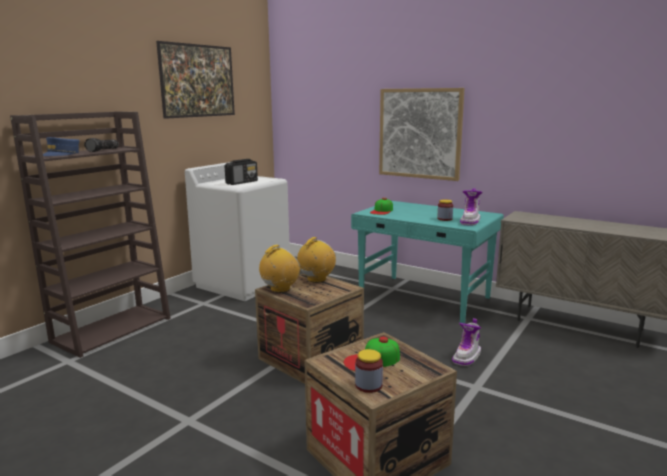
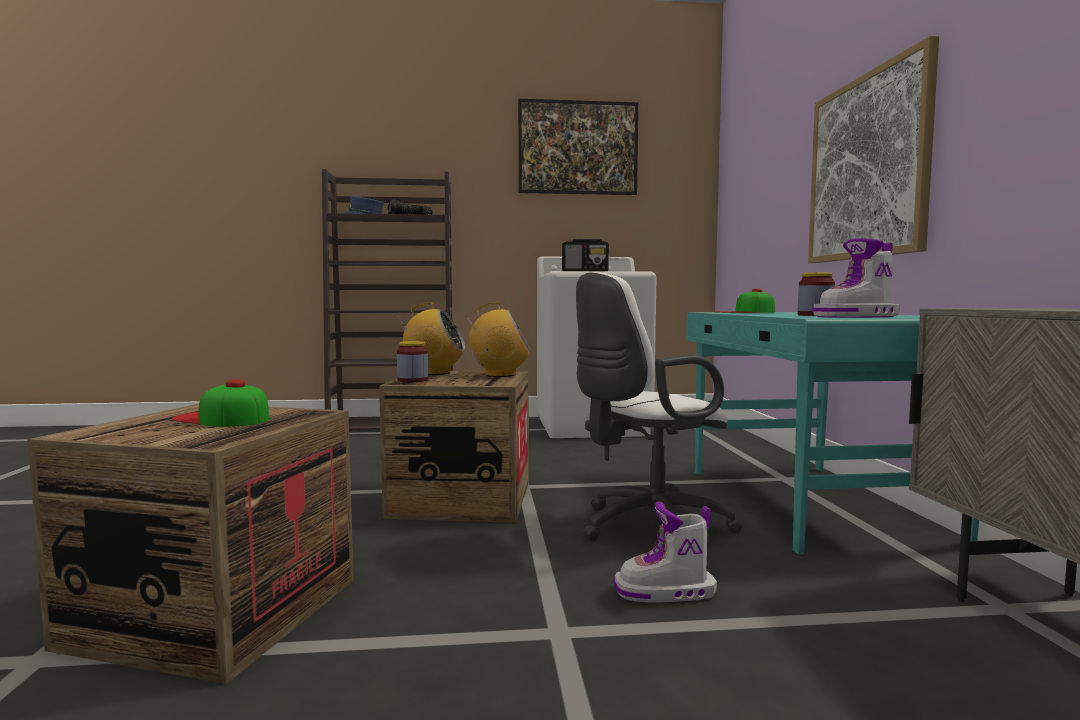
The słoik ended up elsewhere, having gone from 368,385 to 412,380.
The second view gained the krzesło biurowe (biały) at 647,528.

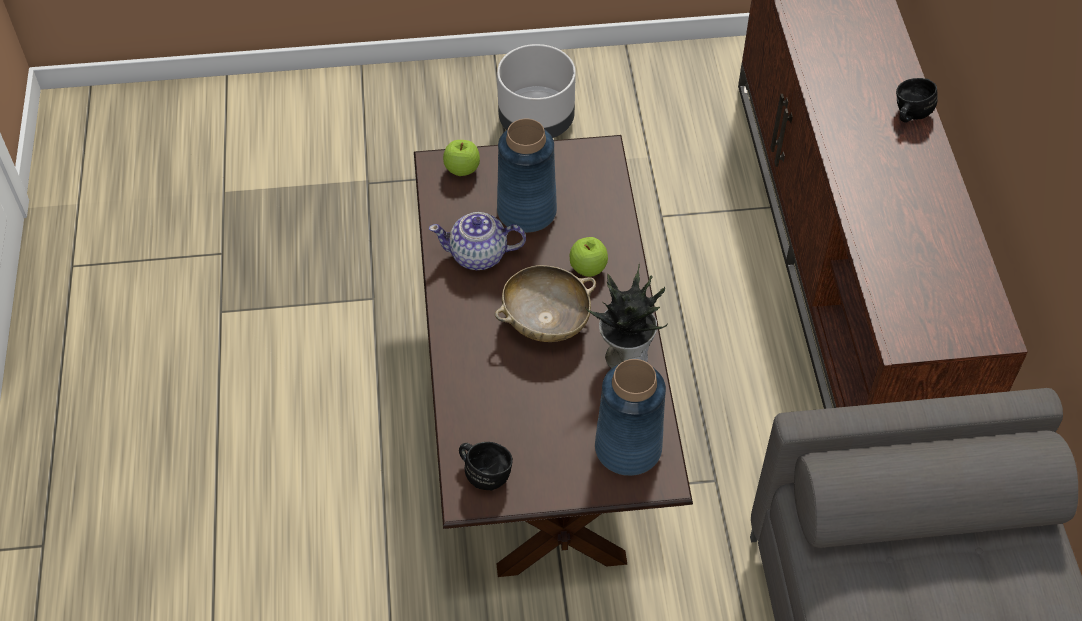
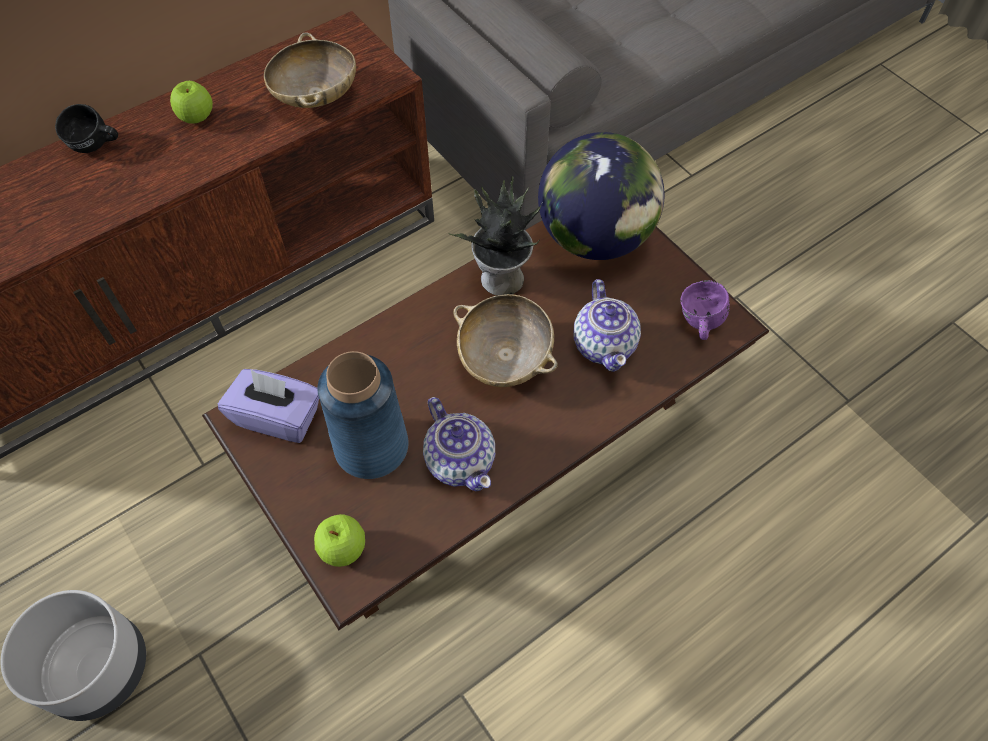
What was the kubek (czarny) at 485,472 turned into the kubek (fioletowy) at 698,324.
The jabłko ended up elsewhere, having gone from 588,269 to 197,117.
Where the wazon (niebieski) stood at 627,448, the globus came to stand at 595,238.
The second view gained the pudełko chusteczek (fioletowy) at 278,417.
The second view gained the miska (beżowy) at 315,96.
The second view gained the imbryk at 604,344.

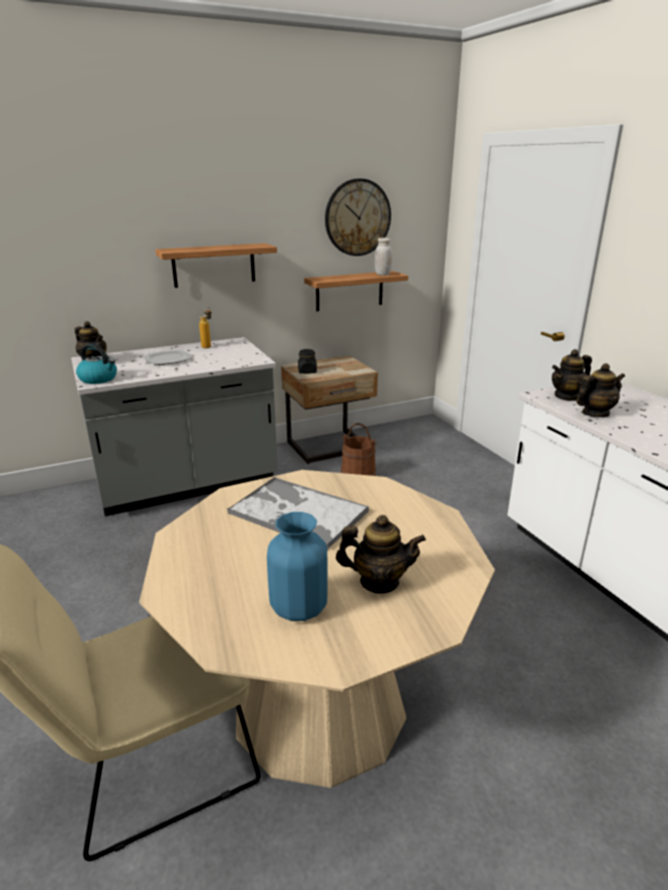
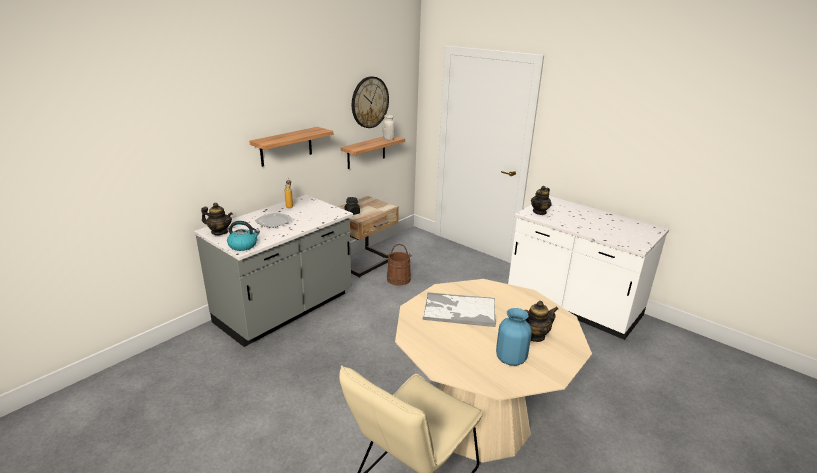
The second view lost the imbryk at 595,413.

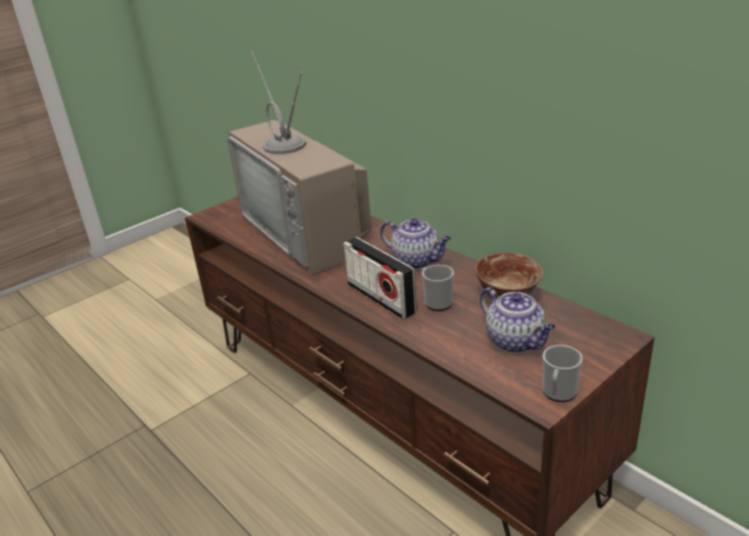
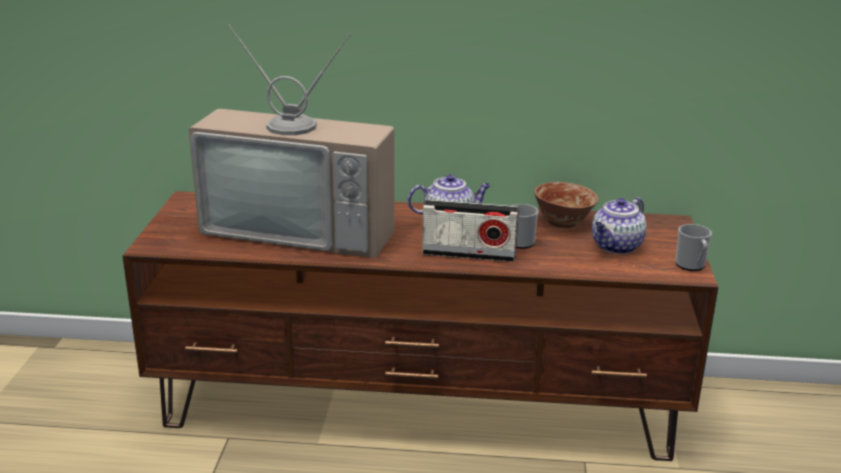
The imbryk at 516,341 ended up facing another way, 120 degrees clockwise from before.

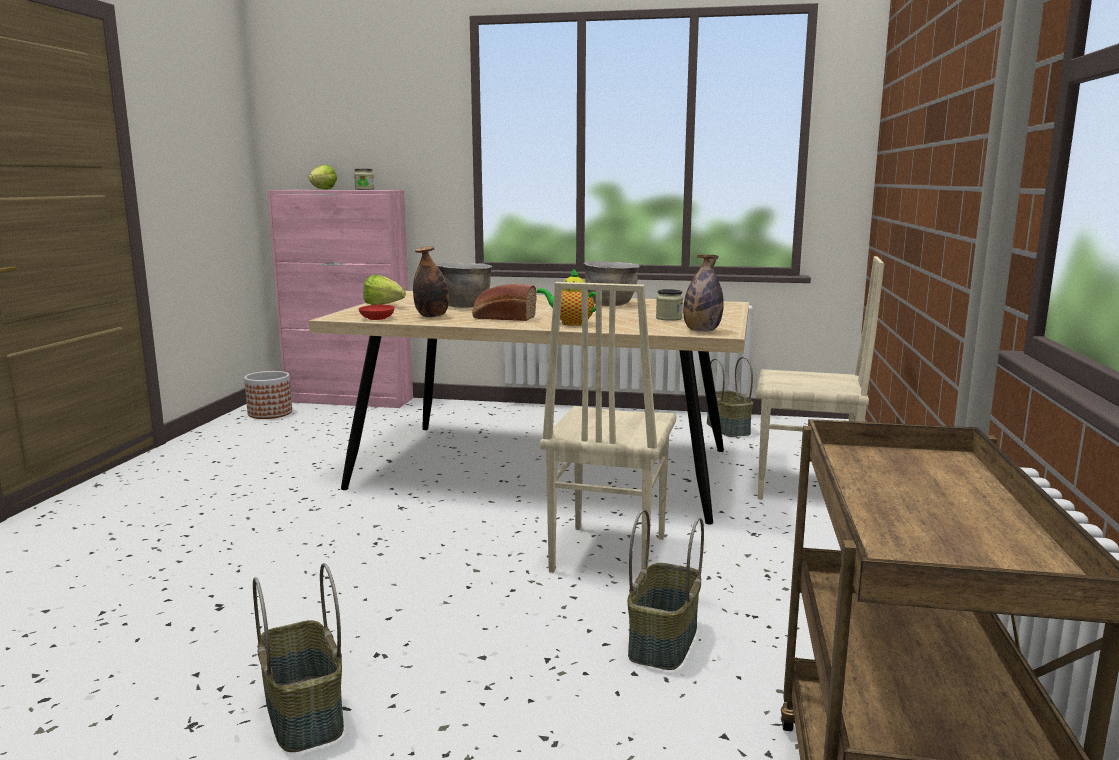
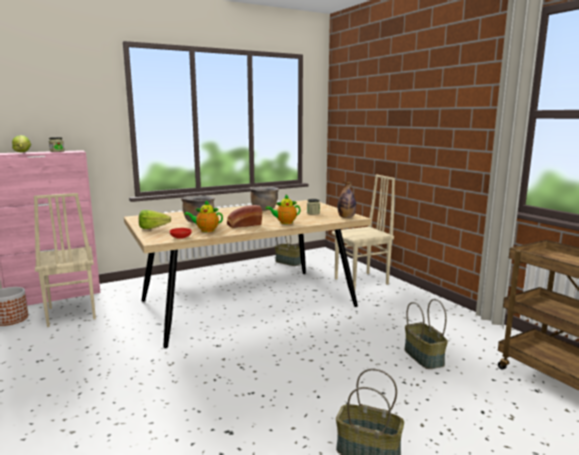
Where the butelka stood at 432,316, the imbryk came to stand at 206,230.
The krzesło (beżowy) ended up elsewhere, having gone from 606,554 to 70,313.

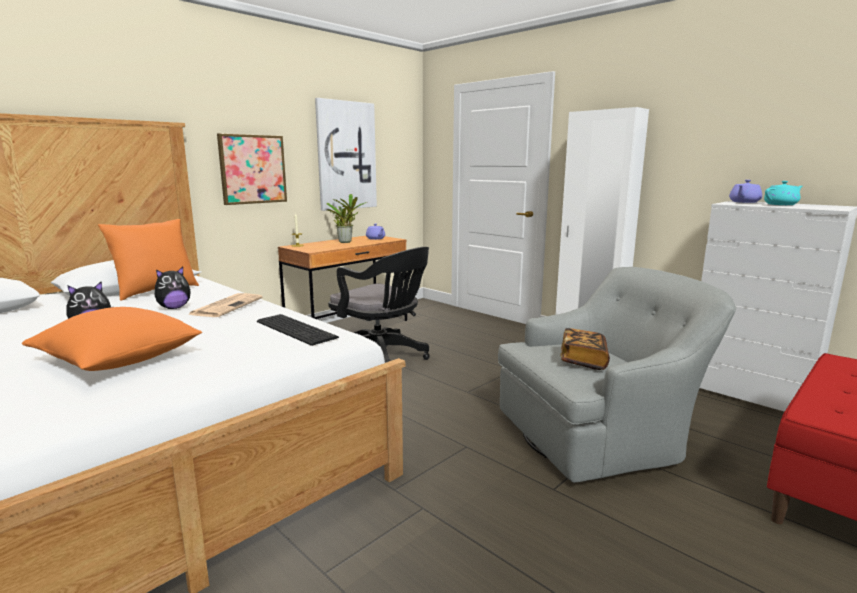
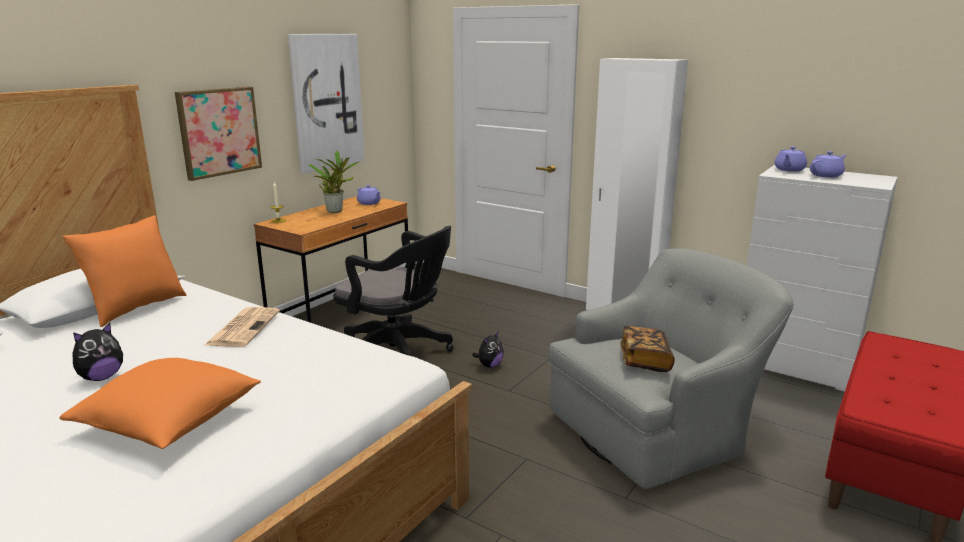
The pluszak ended up elsewhere, having gone from 174,308 to 489,365.
The second view lost the klawiatura at 297,328.
What was the imbryk (turkusowy) at 781,204 turned into the imbryk (fioletowy) at 826,175.

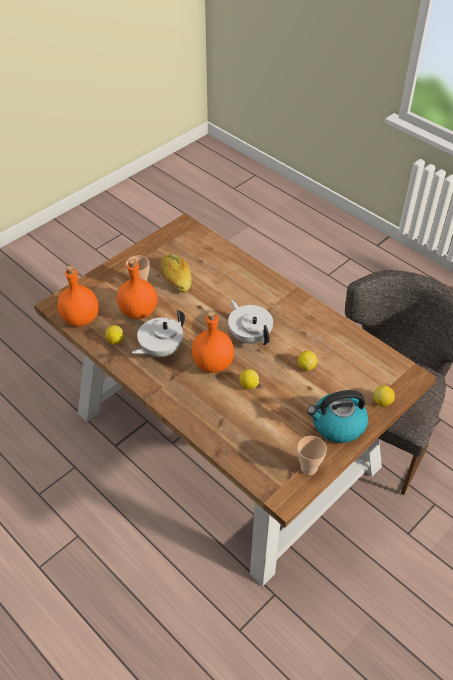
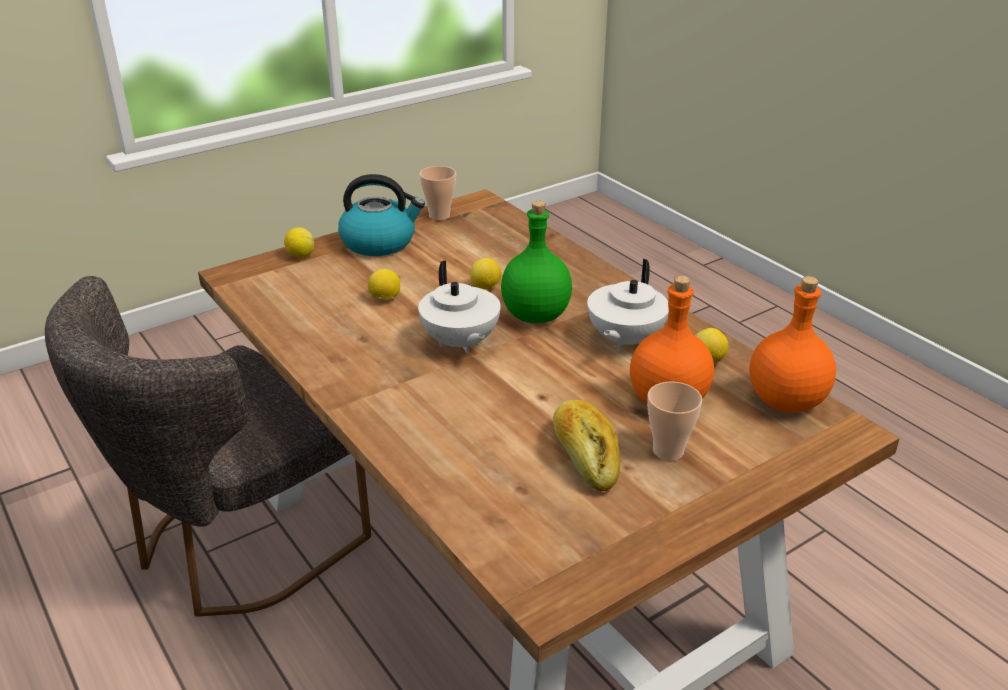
The imbryk (biały) at 160,350 ended up facing another way, 150 degrees clockwise from before.
What was the butelka (pomarańczowy) at 212,363 turned into the butelka (zielony) at 537,315.

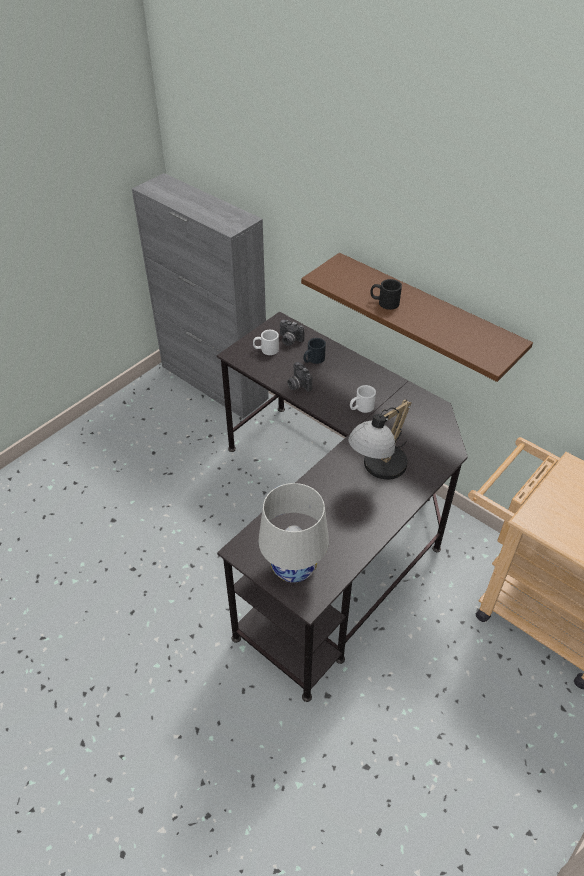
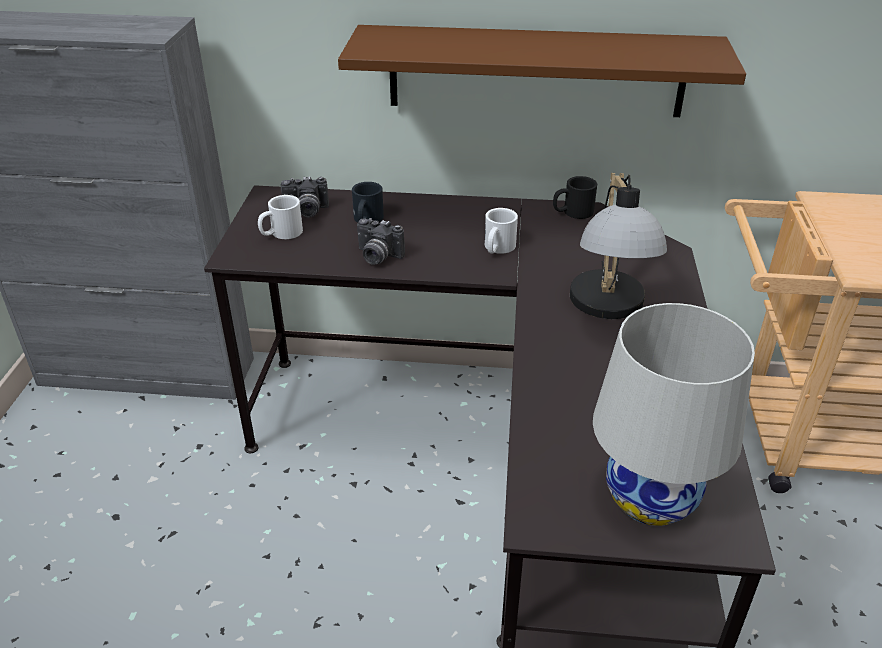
The kubek (czarny) ended up elsewhere, having gone from 384,302 to 572,212.

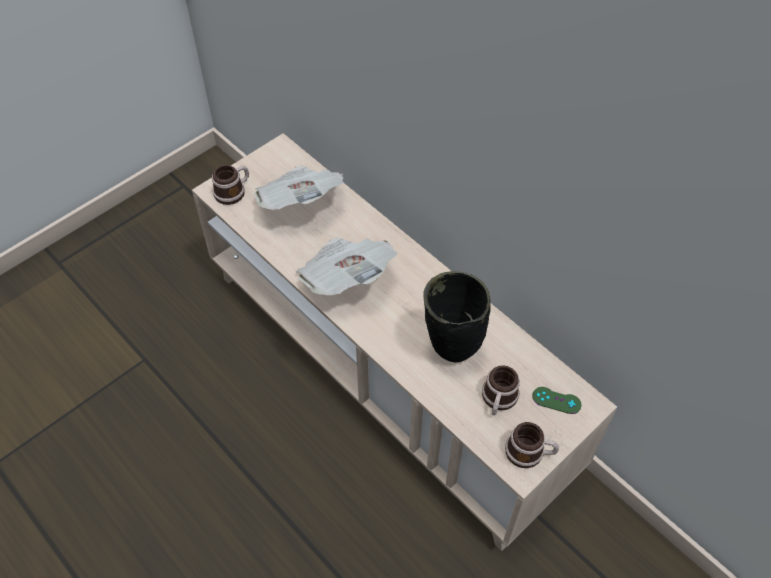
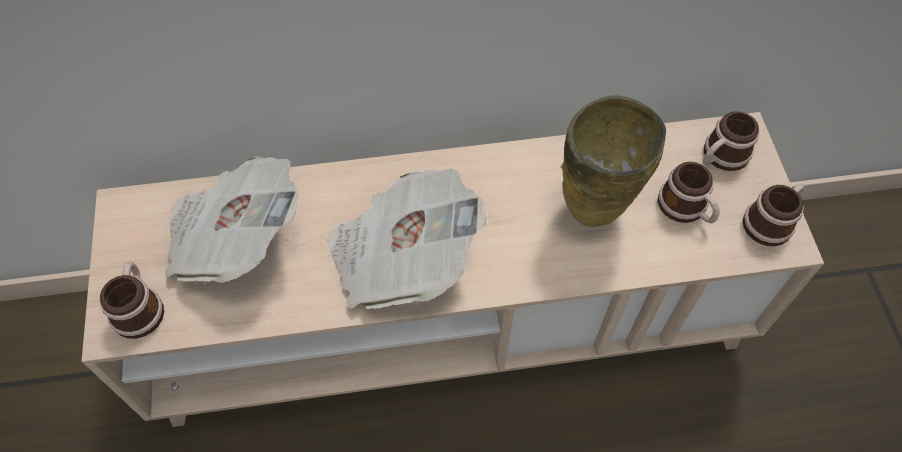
What was the wazon (czarny) at 450,352 turned into the wazon (beżowy) at 591,214.
Where the pad do gier (zielony) stood at 556,400, the kubek came to stand at 720,157.

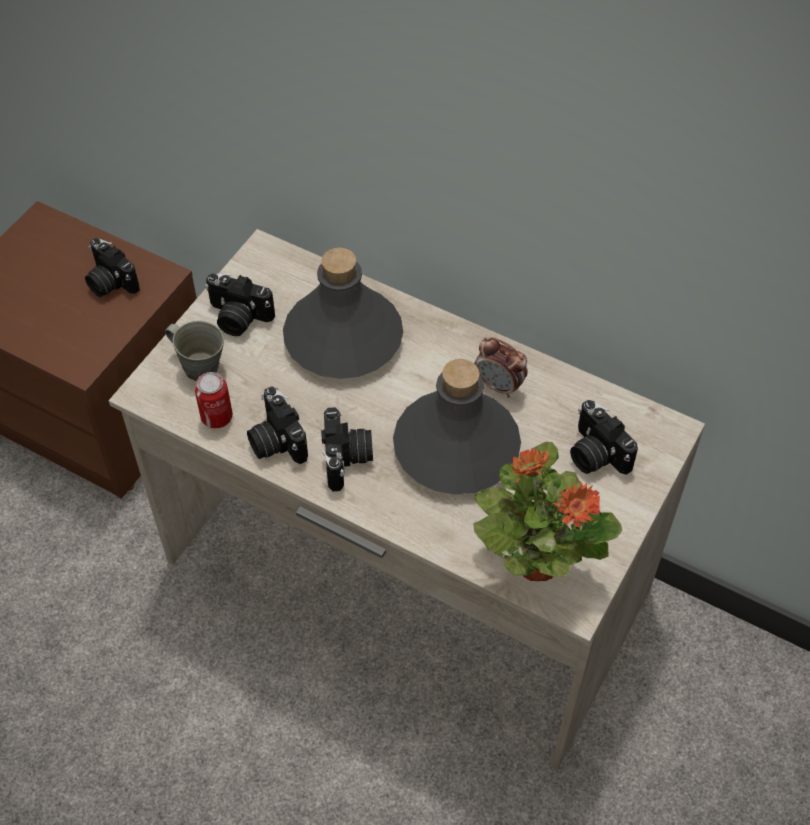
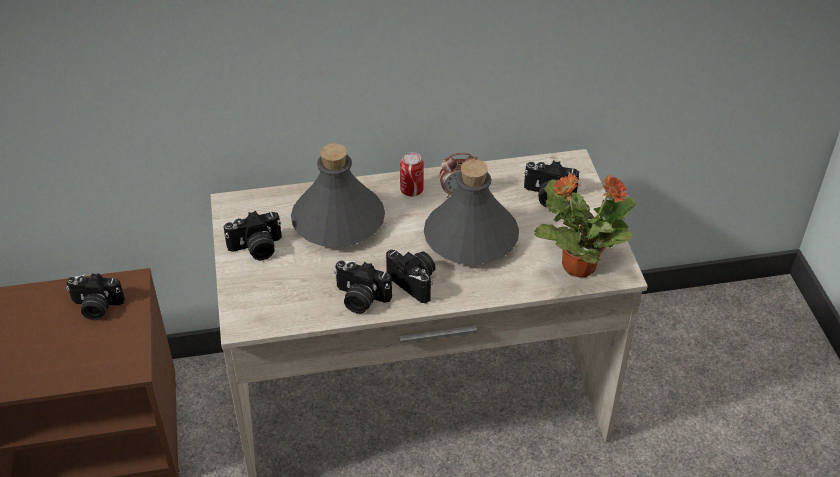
The second view lost the kubek (szary) at 199,366.
The puszka ended up elsewhere, having gone from 217,417 to 411,190.

